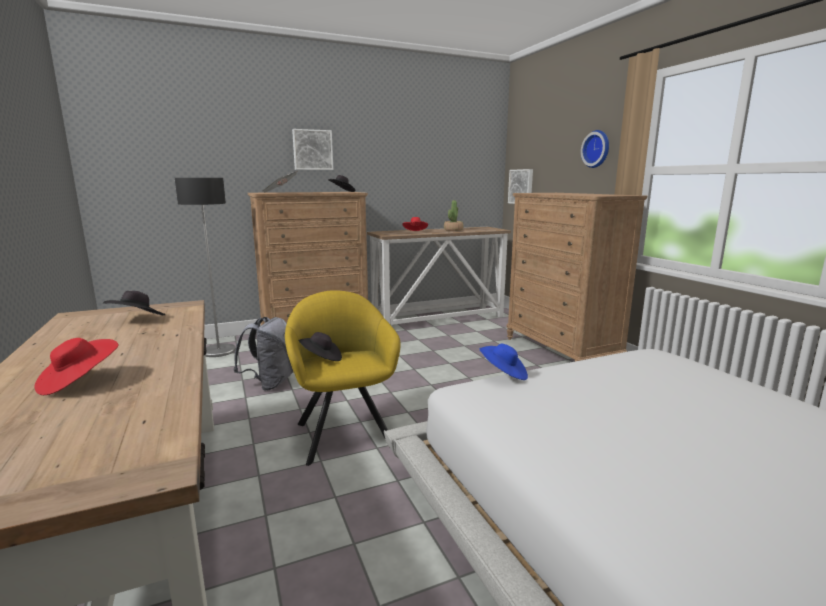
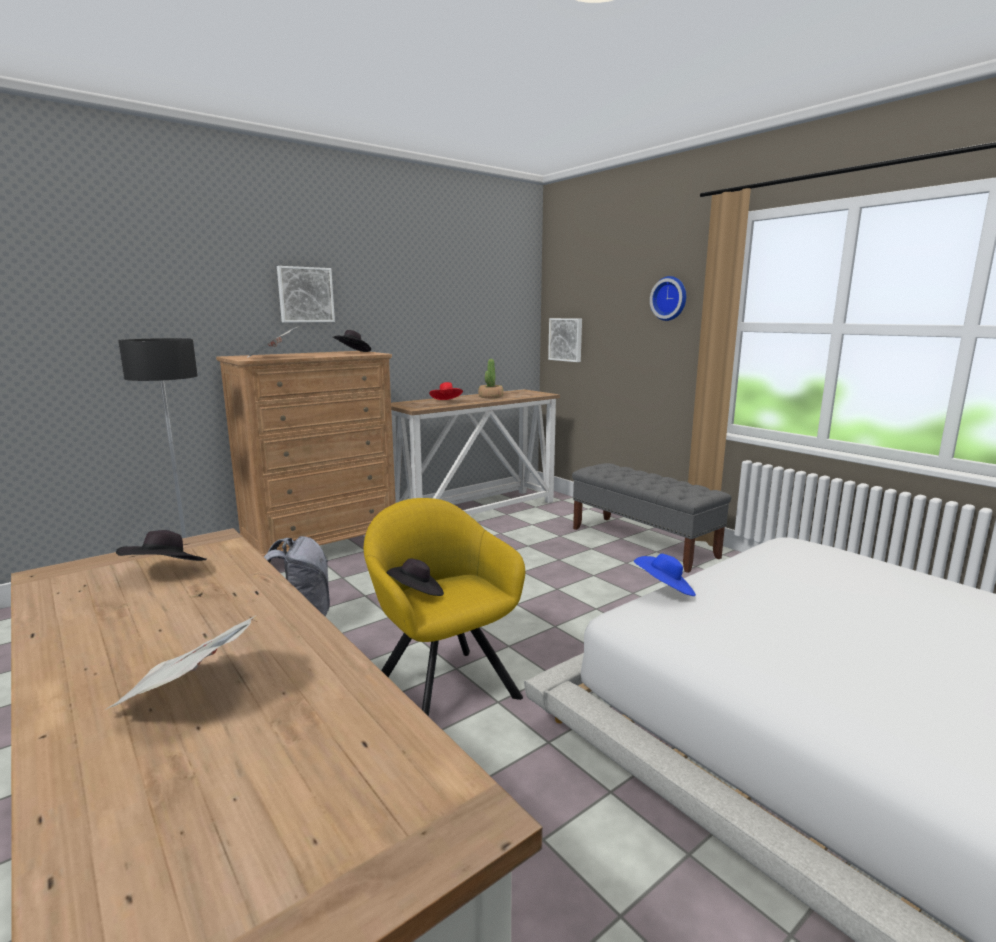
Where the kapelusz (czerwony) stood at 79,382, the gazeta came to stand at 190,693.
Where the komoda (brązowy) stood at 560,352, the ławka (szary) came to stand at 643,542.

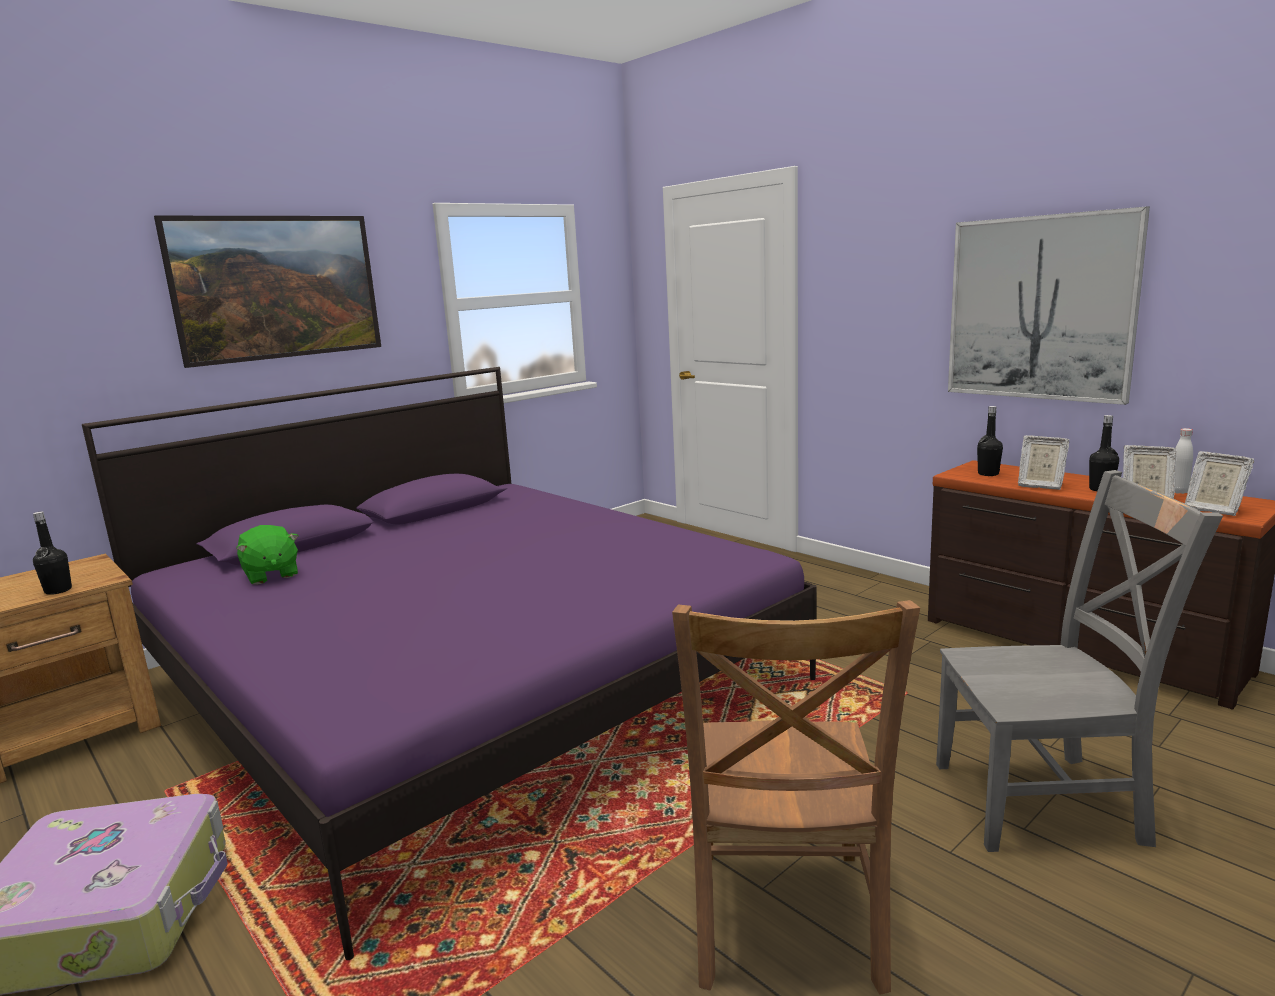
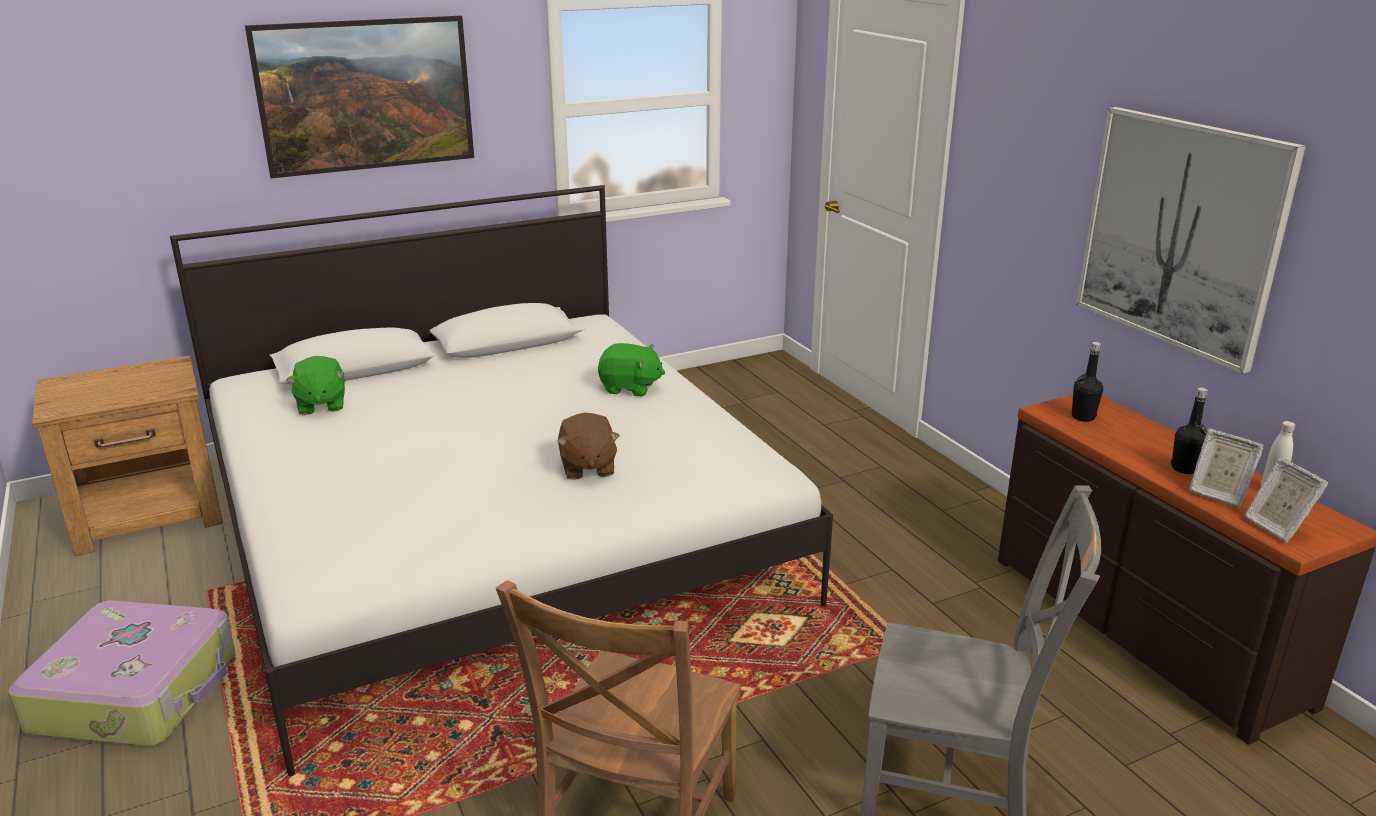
The second view lost the butelka (czarny) at 58,590.
What was the łóżko (fioletowy) at 467,682 turned into the łóżko (biały) at 494,534.
The second view lost the ramka na zdjęcie at 1040,485.
The second view gained the pluszak (brązowy) at 587,467.
The second view gained the pluszak (zielony) at 630,388.

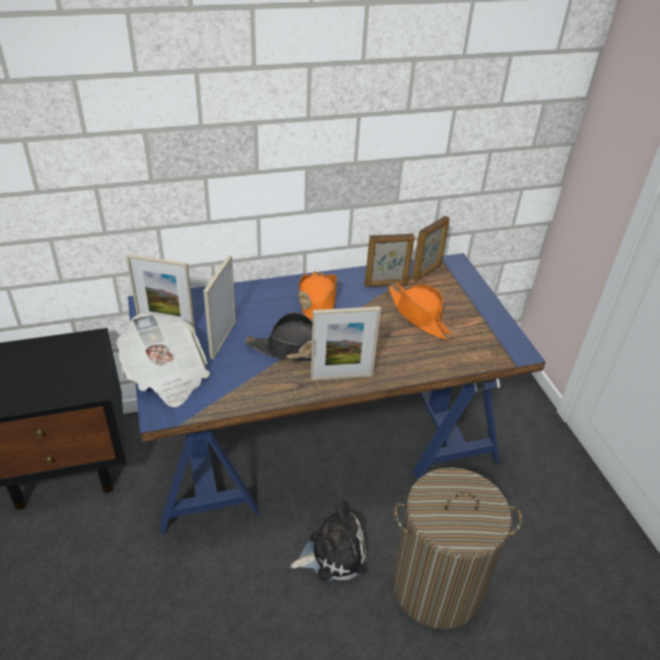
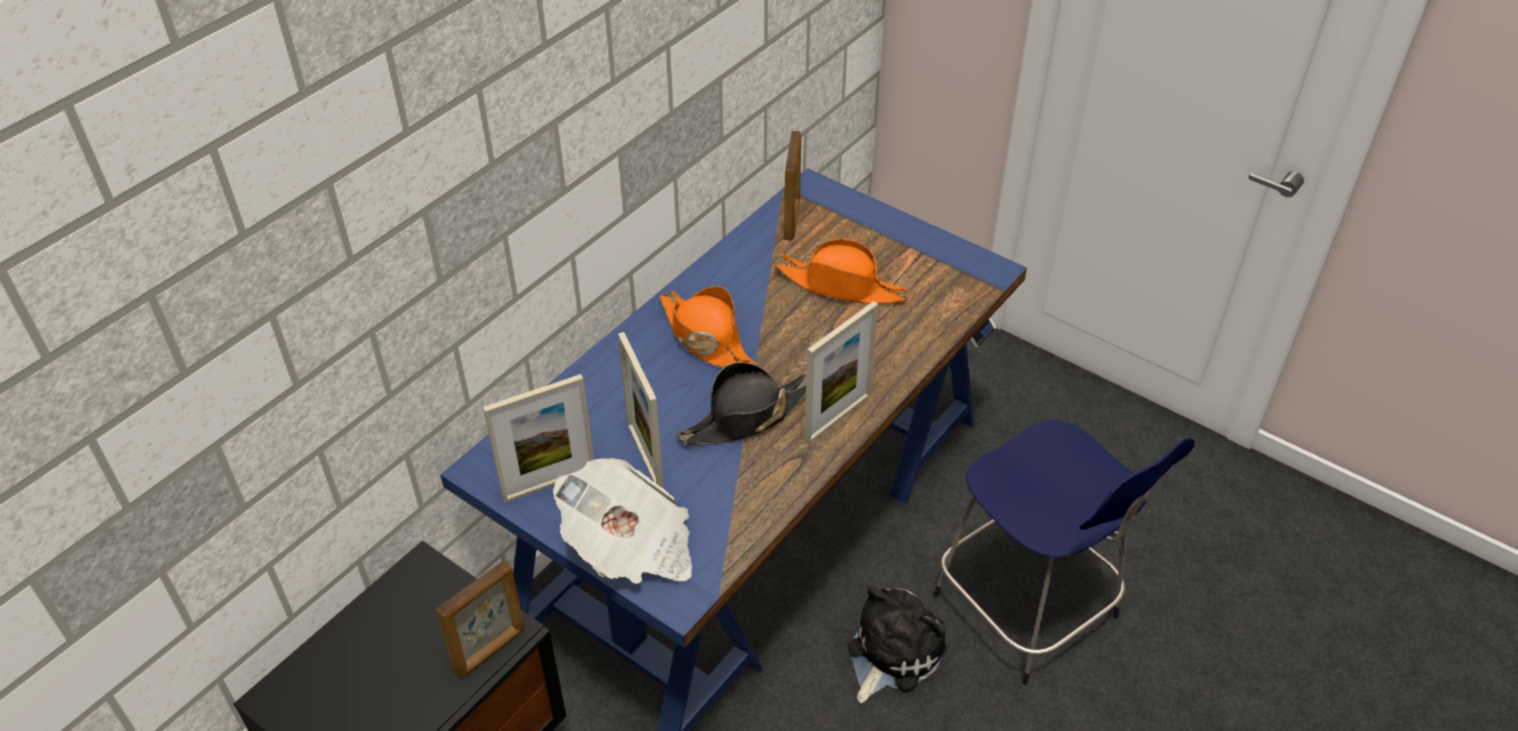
The ramka na zdjęcie ended up elsewhere, having gone from 386,285 to 491,651.
Where the kosz na pranie stood at 436,586, the stołek (niebieski) came to stand at 1030,610.

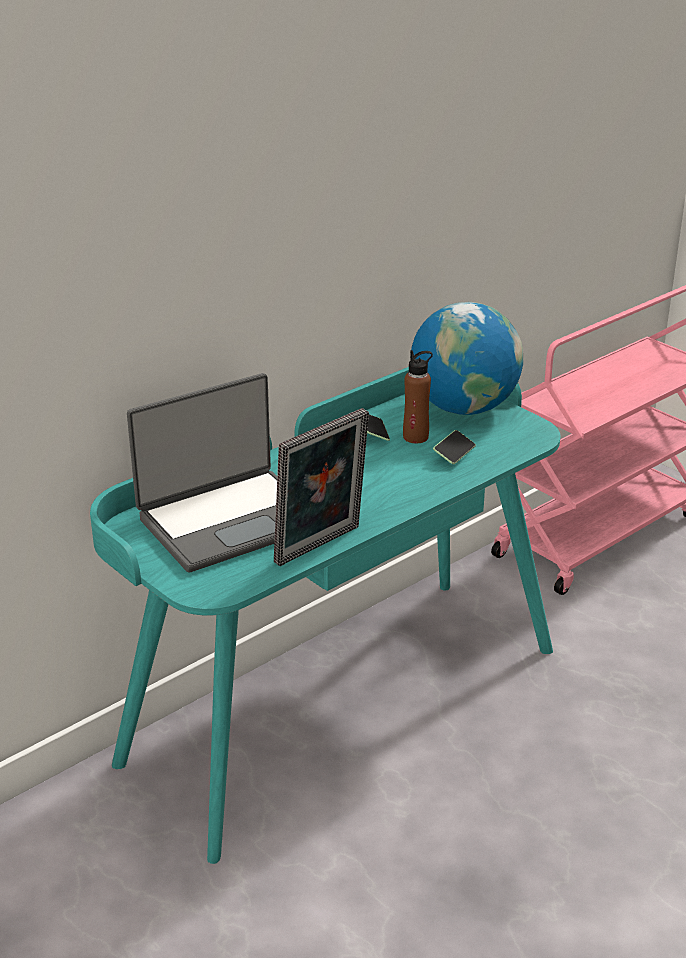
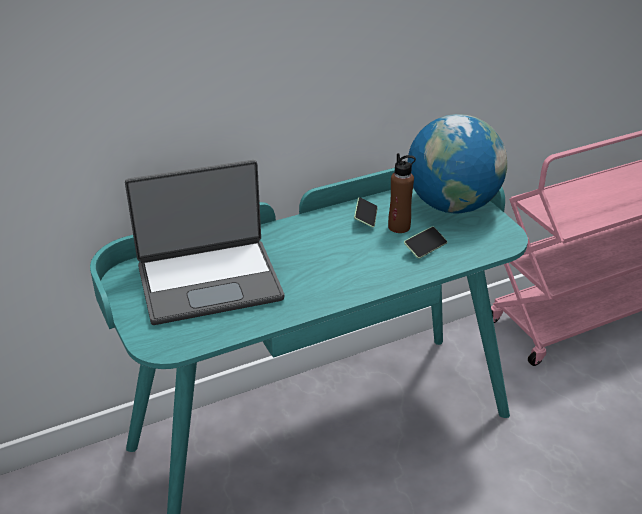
The second view lost the ramka na zdjęcie at 321,547.

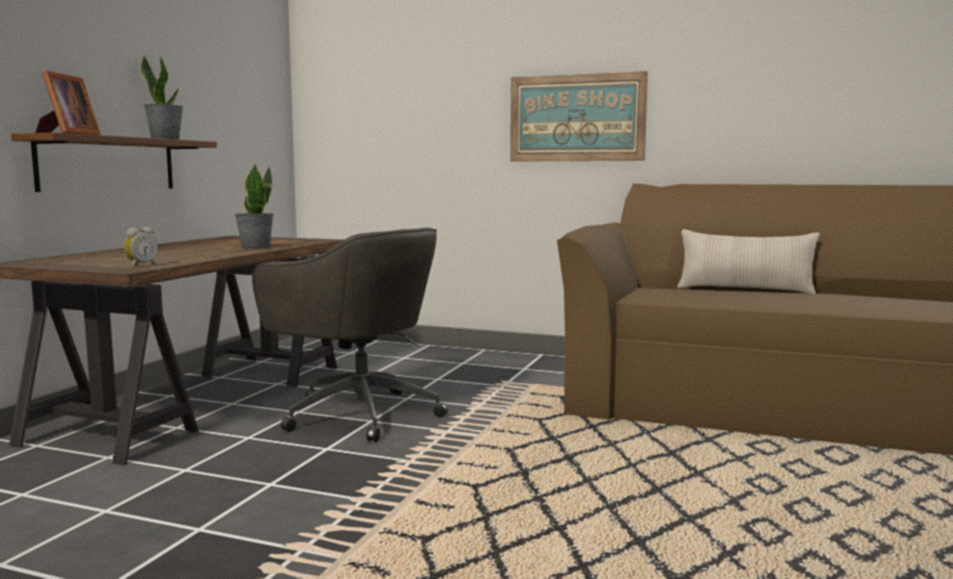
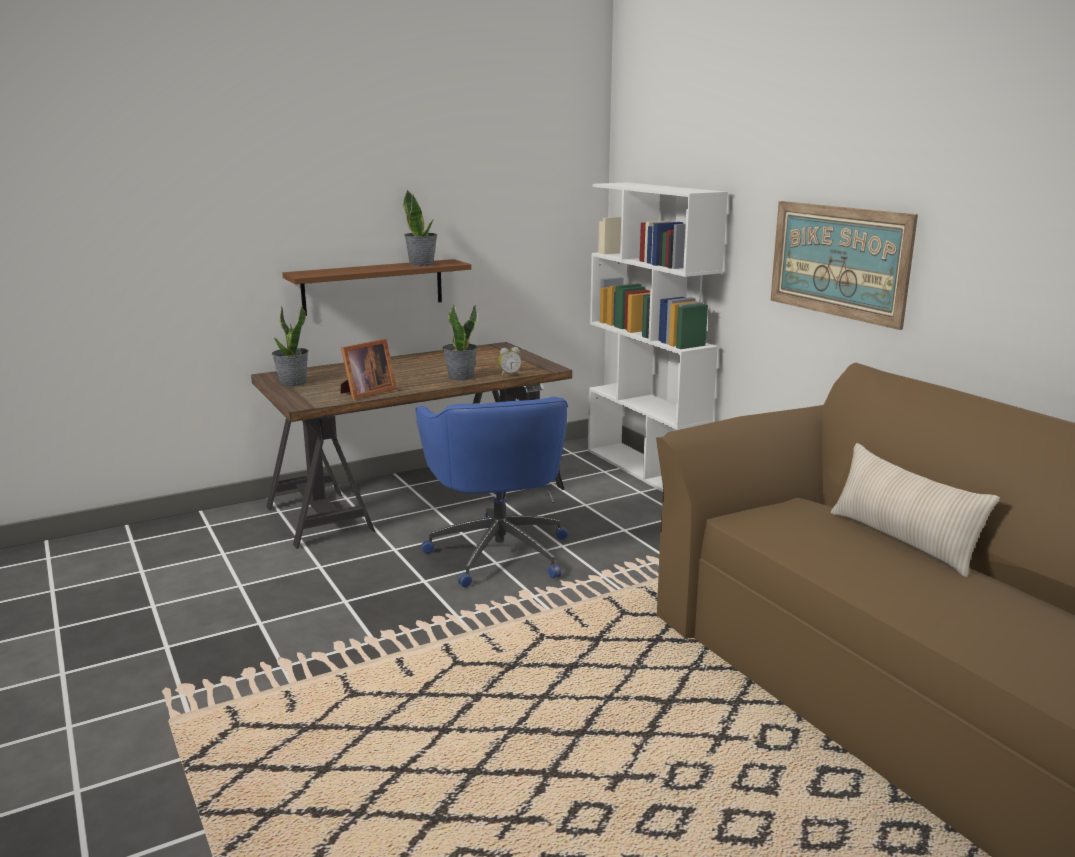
The ramka na zdjęcie ended up elsewhere, having gone from 68,134 to 366,393.
The budzik ended up elsewhere, having gone from 141,266 to 509,375.
What was the krzesło biurowe (szary) at 358,414 turned into the krzesło biurowe (niebieski) at 498,551.
The second view gained the roślina doniczkowa at 293,383.
The second view gained the regał (biały) at 646,469.

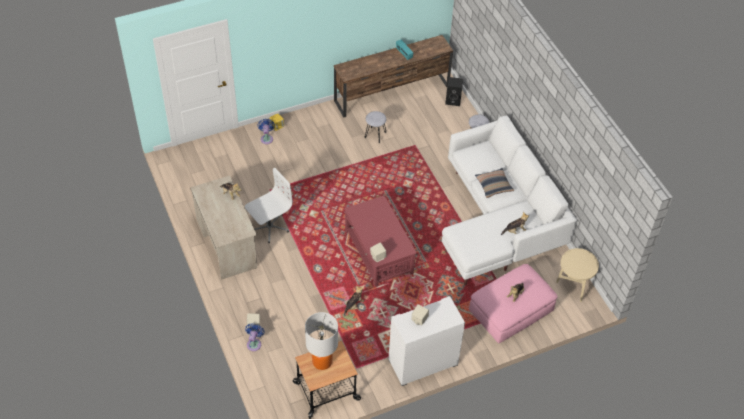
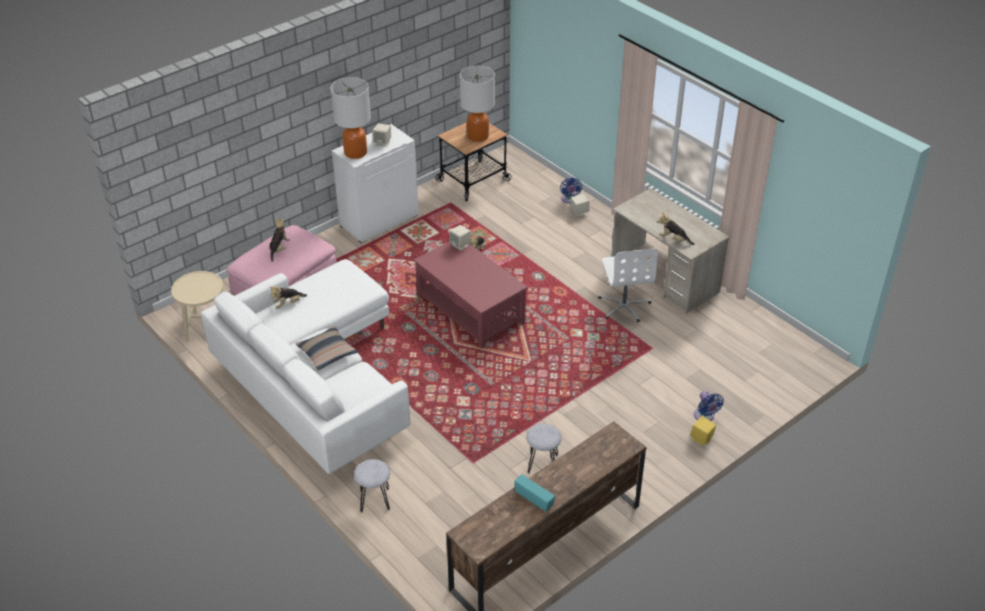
The krzesło biurowe (biały) at 269,227 ended up facing another way, 45 degrees counterclockwise from before.
The second view lost the głośnik (czarny) at 453,100.
The second view gained the lampa stołowa at 355,153.

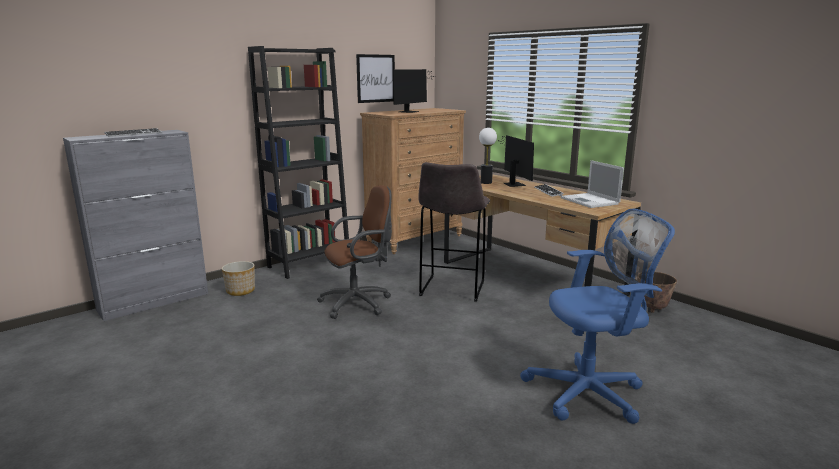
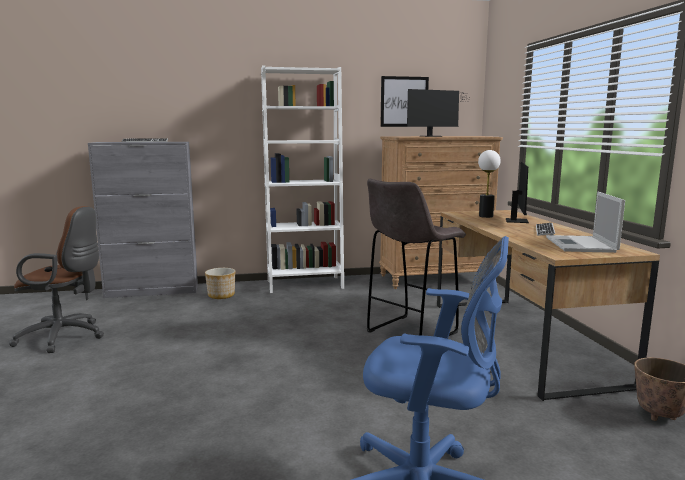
What was the regał (czarny) at 309,264 turned into the regał (biały) at 305,284.
The krzesło biurowe (brązowy) ended up elsewhere, having gone from 359,303 to 65,337.

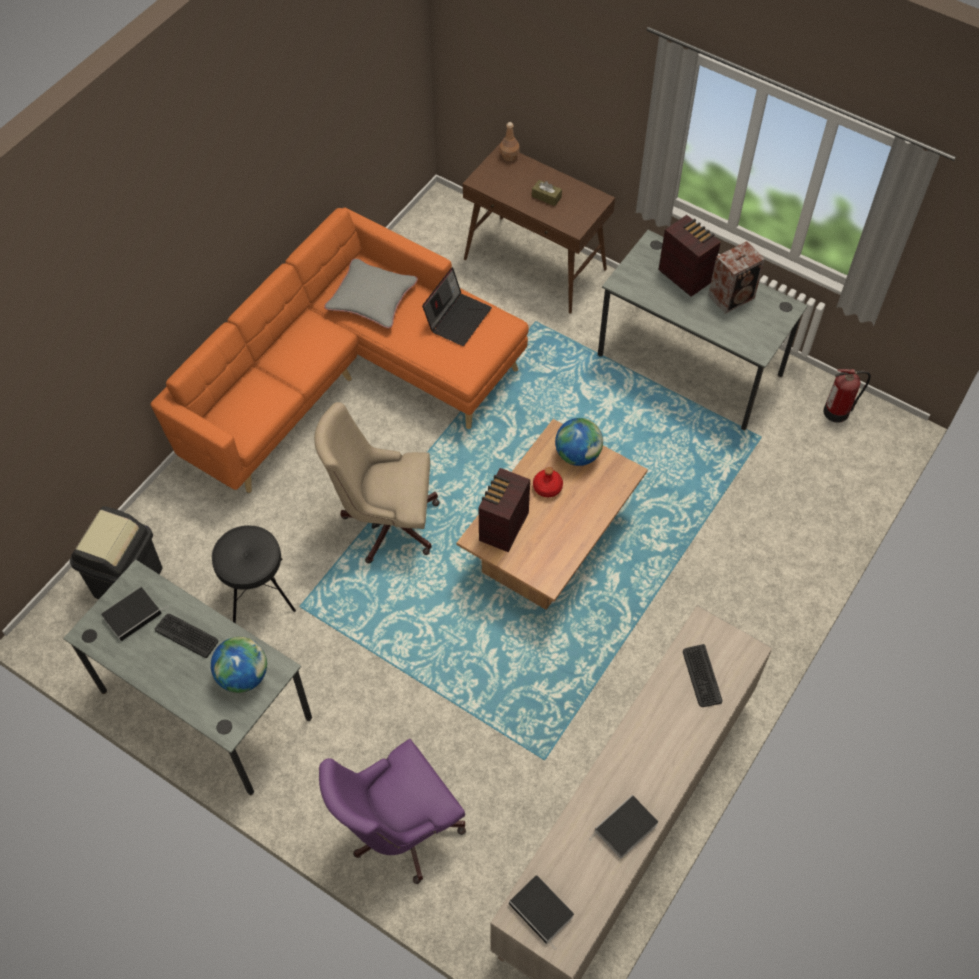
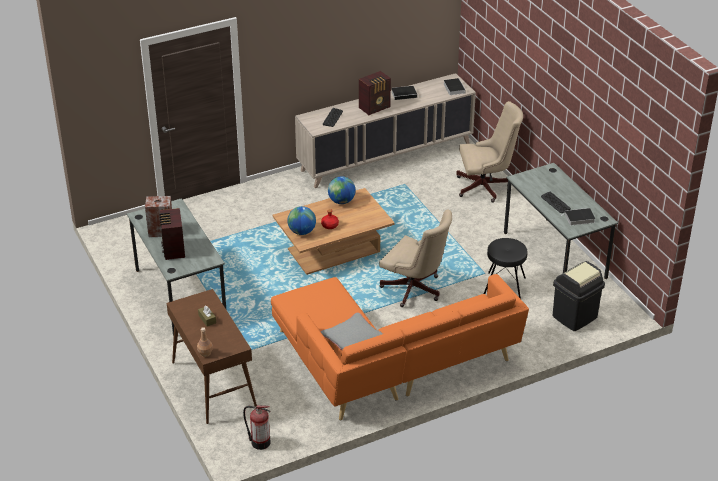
The globus ended up elsewhere, having gone from 243,676 to 341,201.
What was the krzesło biurowe (fioletowy) at 398,830 turned into the krzesło biurowe (beżowy) at 486,187.
The second view lost the laptop at 457,318.
The radio ended up elsewhere, having gone from 502,527 to 375,107.
The gaśnica ended up elsewhere, having gone from 838,411 to 259,442.

